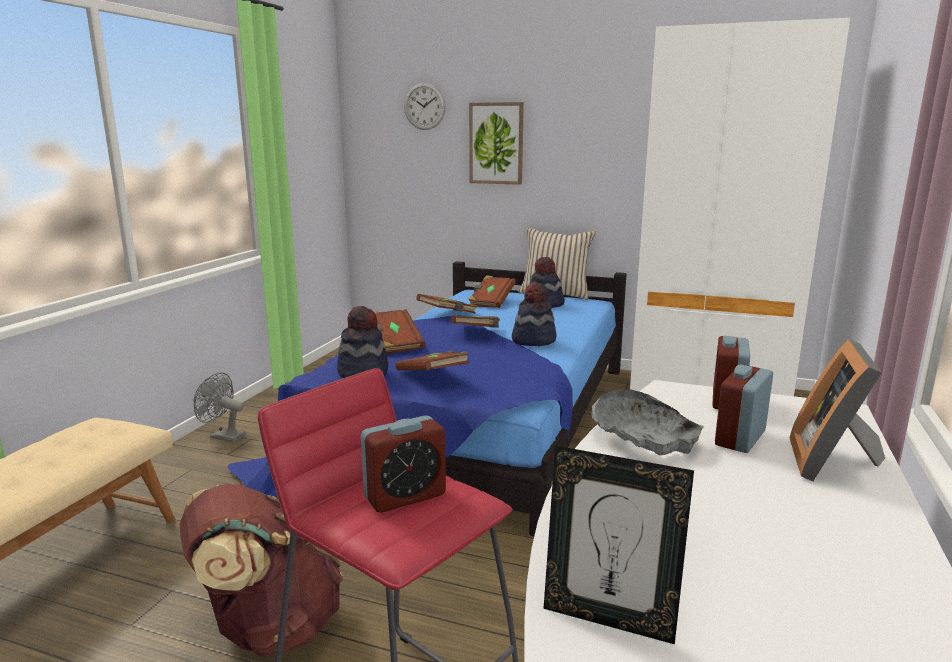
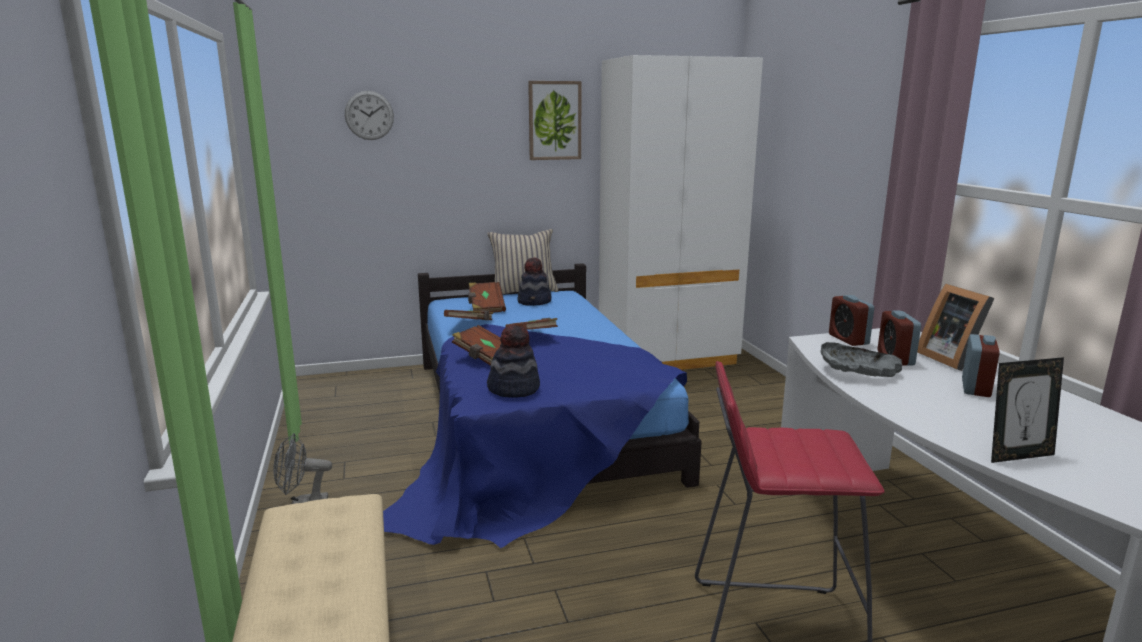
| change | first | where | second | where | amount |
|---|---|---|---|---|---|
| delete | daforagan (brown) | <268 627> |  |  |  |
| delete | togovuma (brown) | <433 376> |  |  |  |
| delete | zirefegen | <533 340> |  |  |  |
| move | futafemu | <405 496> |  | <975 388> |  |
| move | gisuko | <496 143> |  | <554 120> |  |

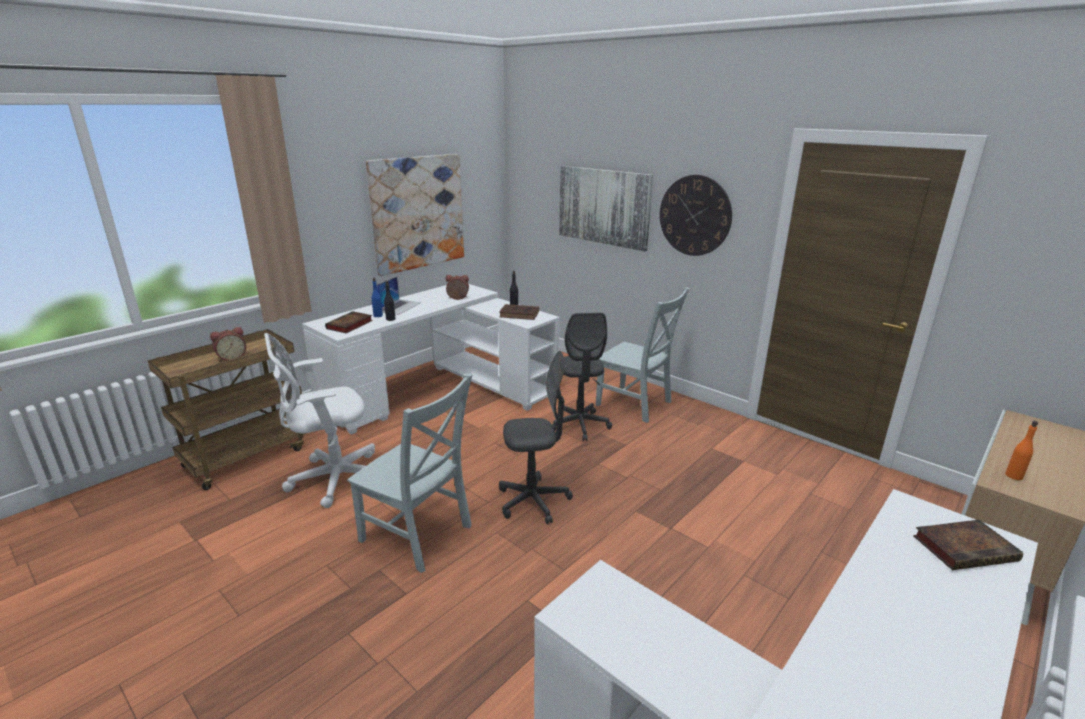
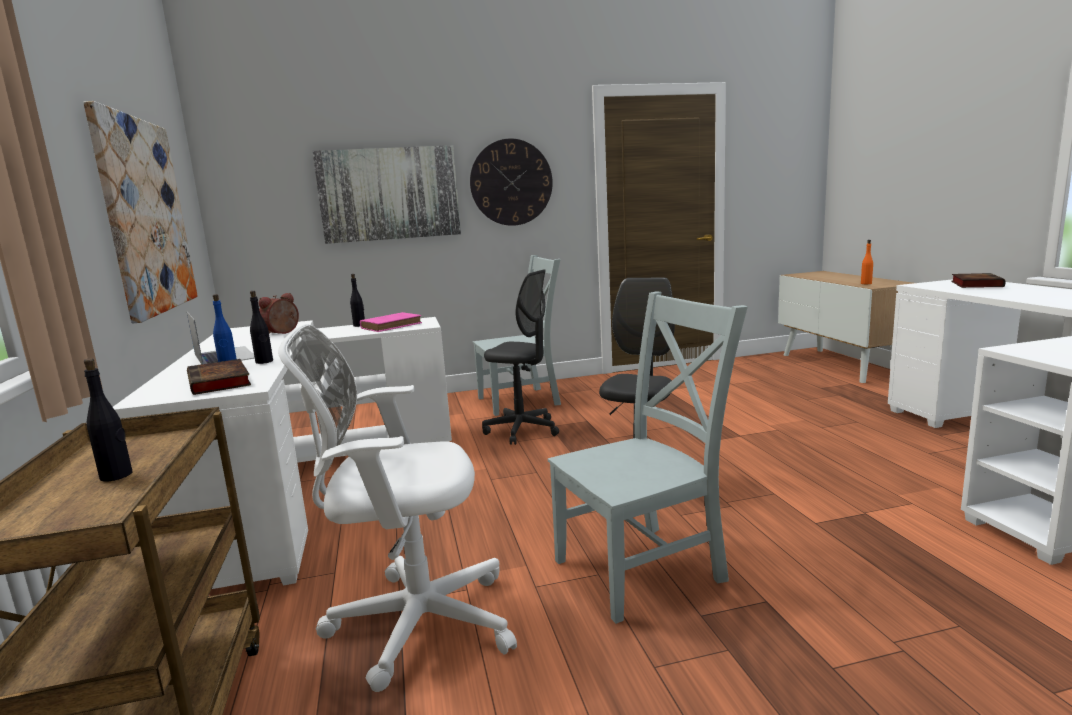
| change | first | where | second | where | amount |
|---|---|---|---|---|---|
| replace | futafemu | <231 358> | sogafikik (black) | <116 476> |  |
| recolor | togovuma (brown) | <520 314> | togovuma (pink) | <392 325> |  |
| rotate | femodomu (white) | <333 479> |  | <413 623> | 75 degrees clockwise |

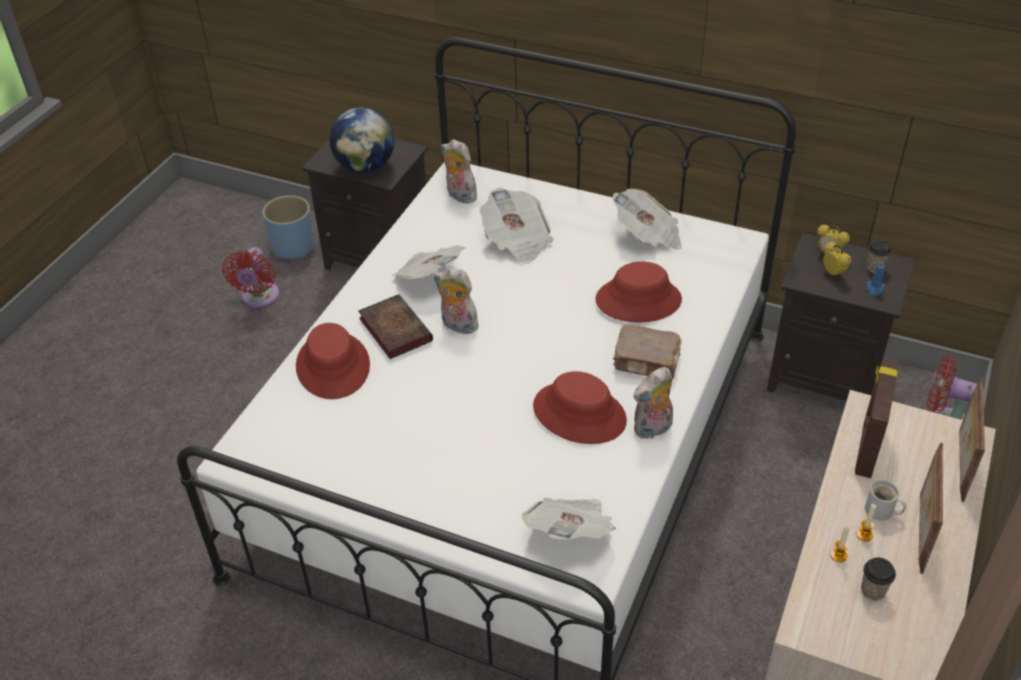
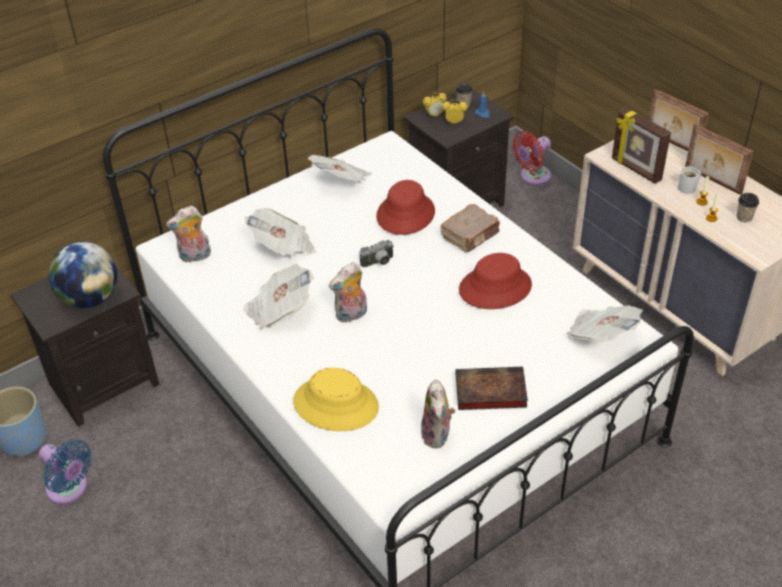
| change | first | where | second | where | amount |
|---|---|---|---|---|---|
| insert |  |  | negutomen | <378 263> |  |
| move | togovuma | <394 329> |  | <488 392> |  |
| move | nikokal | <653 429> |  | <438 435> |  |
| recolor | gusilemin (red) | <259 298> | gusilemin (blue) | <70 489> |  |
| recolor | zirefegen (red) | <333 366> | zirefegen (yellow) | <336 404> |  |

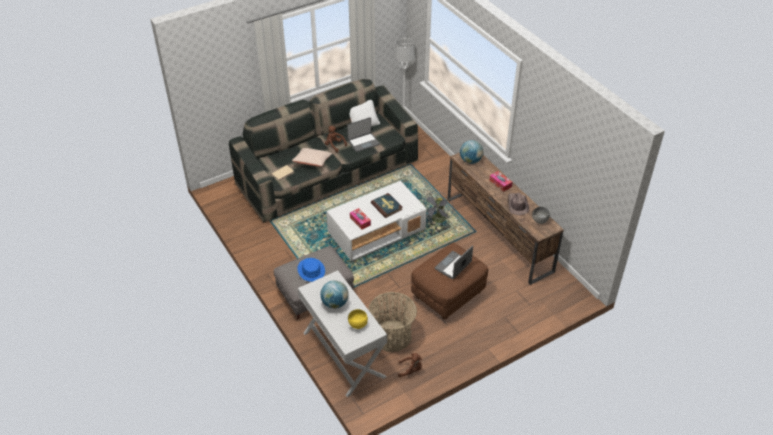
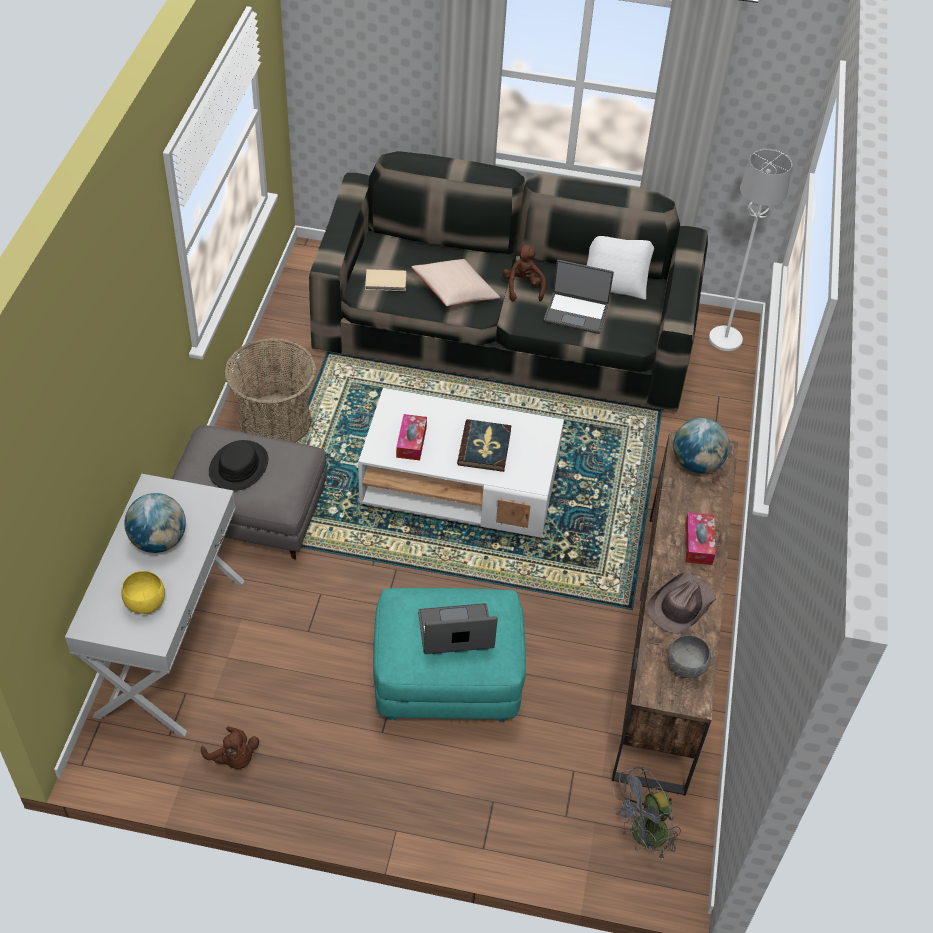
| change | first | where | second | where | amount |
|---|---|---|---|---|---|
| move | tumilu | <392 336> |  | <275 422> |  |
| move | gusilemin (grey) | <438 220> |  | <642 836> |  |
| recolor | zirefegen (blue) | <311 270> | zirefegen (black) | <239 466> |  |
| recolor | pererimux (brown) | <448 295> | pererimux (turquoise) | <446 681> |  |

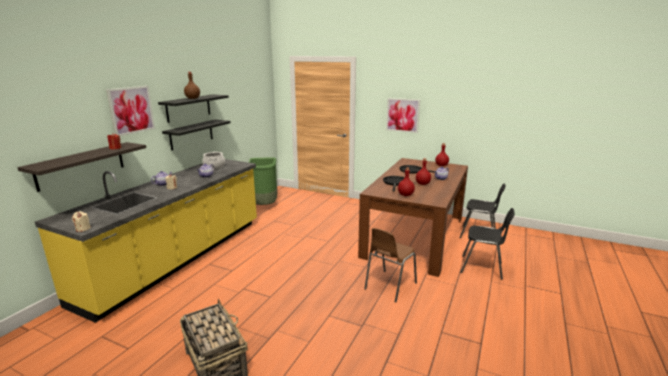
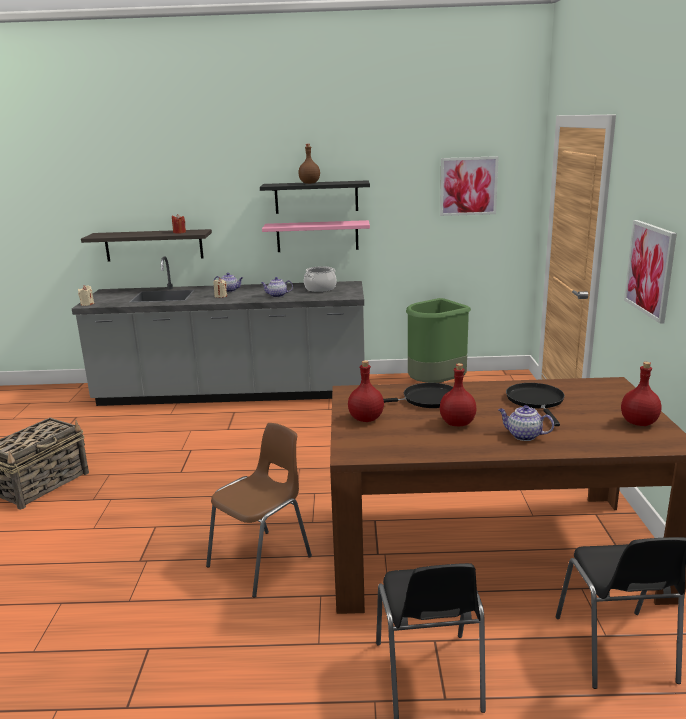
| change | first | where | second | where | amount |
|---|---|---|---|---|---|
| move | gisuko | <131 110> |  | <468 186> |  |
| recolor | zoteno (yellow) | <179 259> | zoteno (grey) | <233 393> |  |
| recolor | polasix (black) | <191 134> | polasix (pink) | <317 236> |  |
| rotate | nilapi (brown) | <389 286> |  | <262 561> | 120 degrees clockwise |

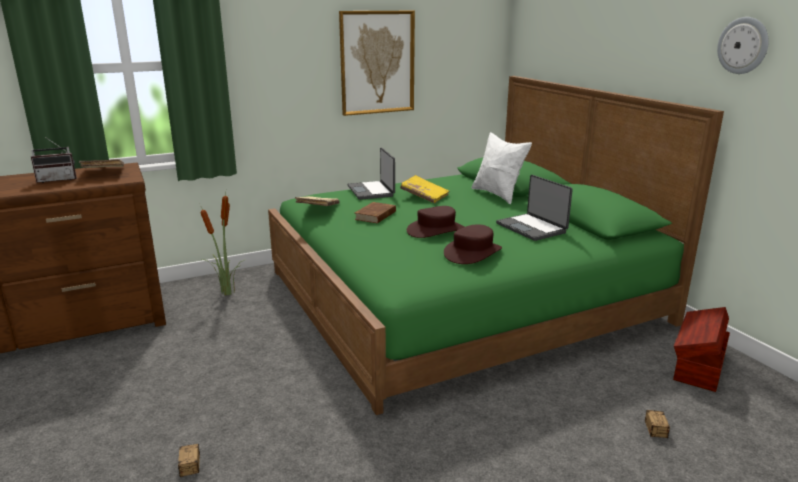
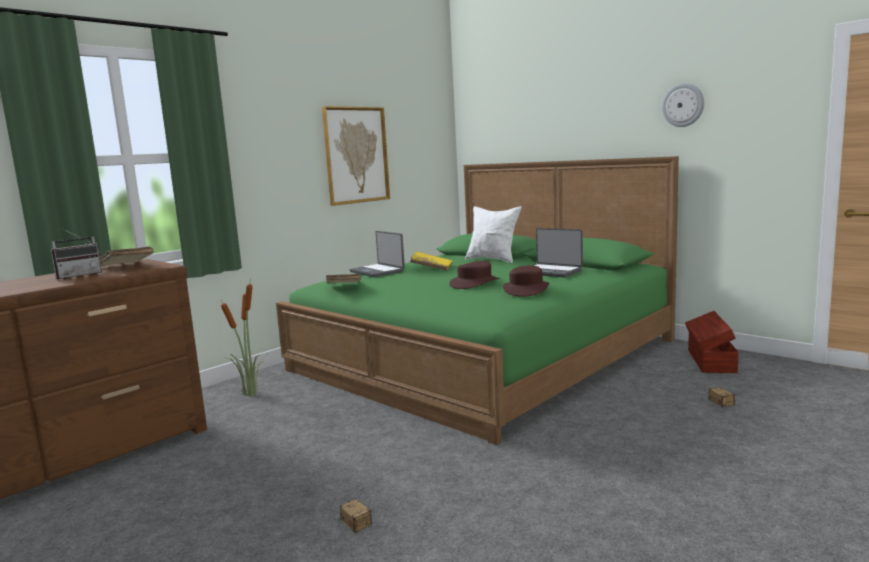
| change | first | where | second | where | amount |
|---|---|---|---|---|---|
| delete | togovuma (brown) | <375 215> |  |  |  |

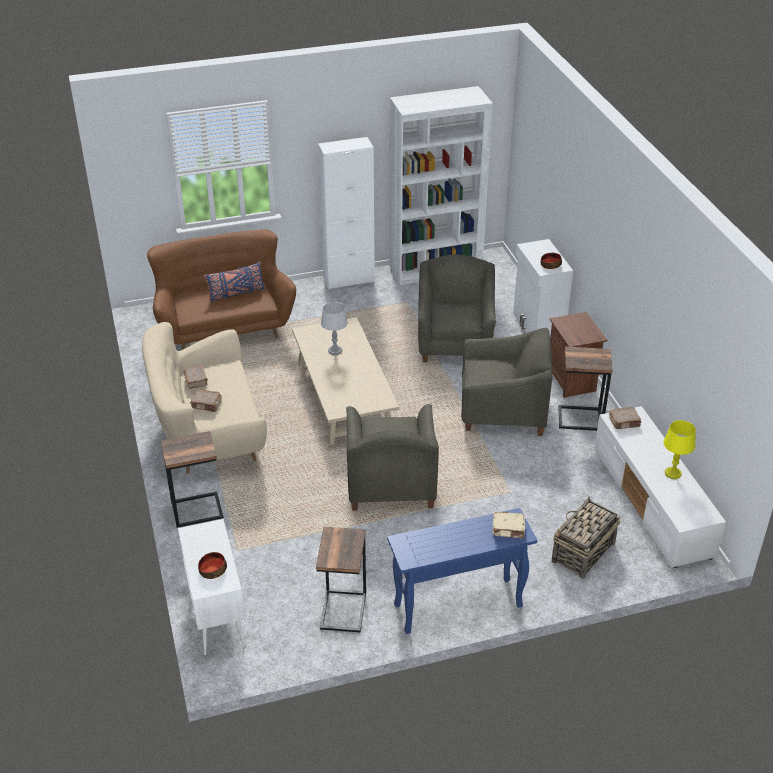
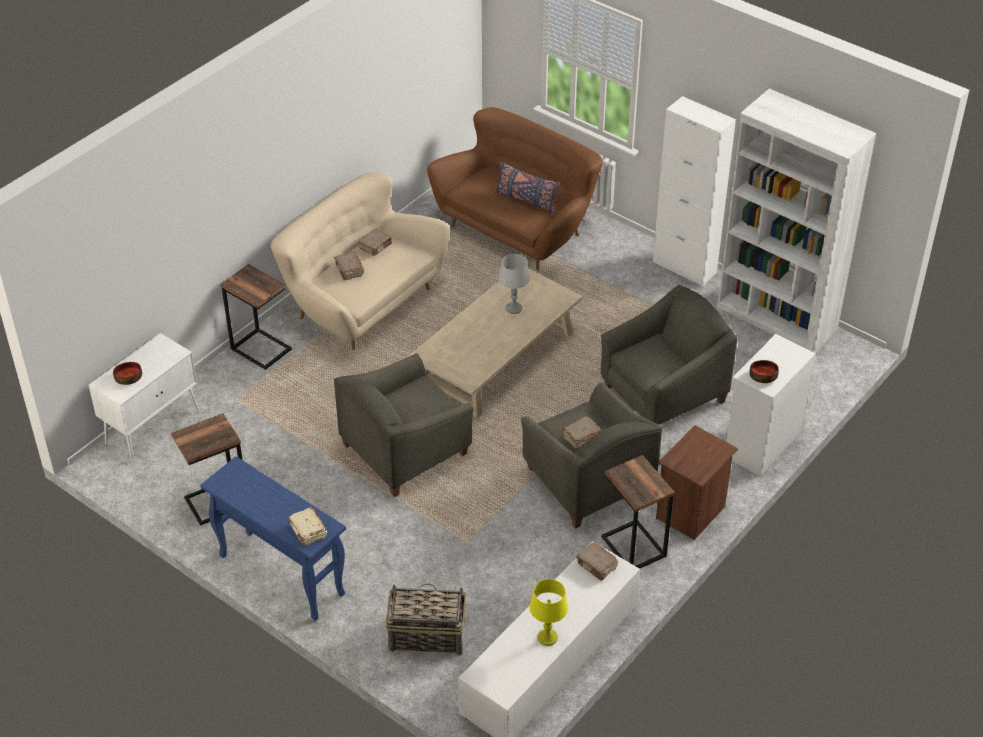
| change | first | where | second | where | amount |
|---|---|---|---|---|---|
| insert |  |  | togovuma (brown) | <580 437> |  |

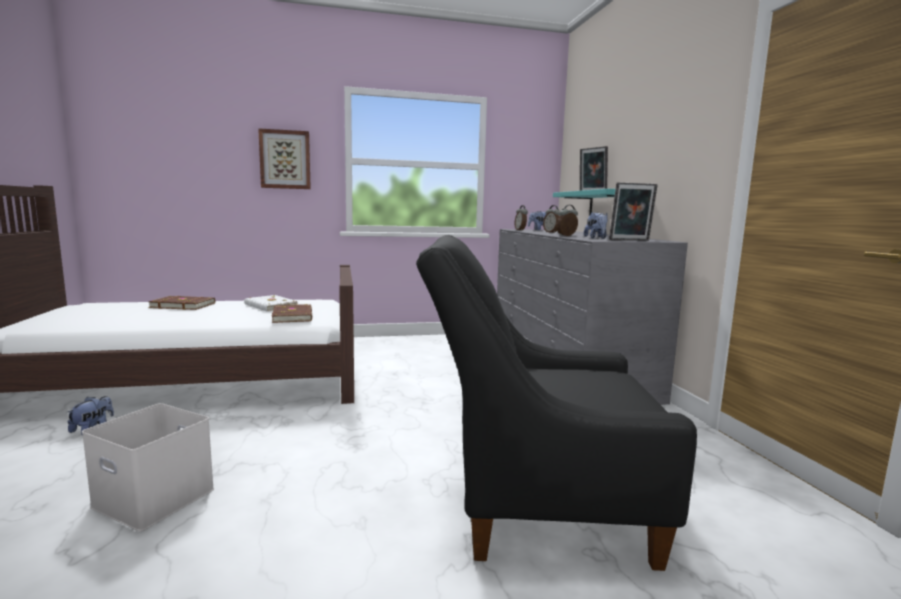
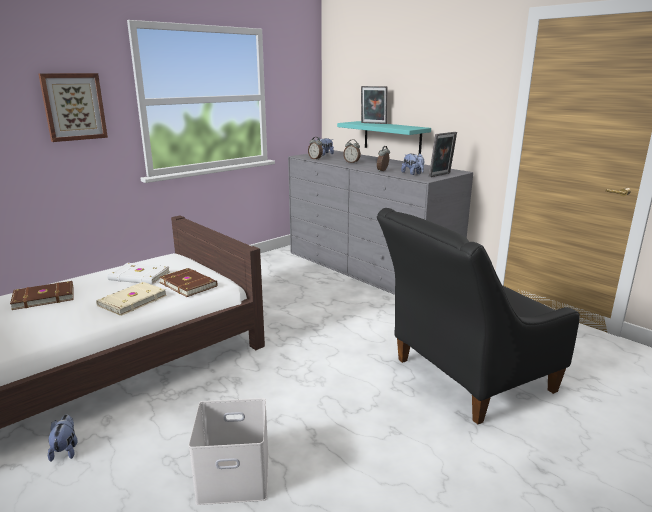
| change | first | where | second | where | amount |
|---|---|---|---|---|---|
| insert |  |  | togovuma (beige) | <131 301> |  |

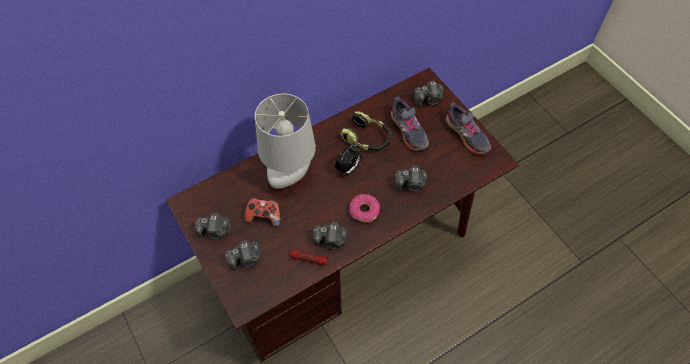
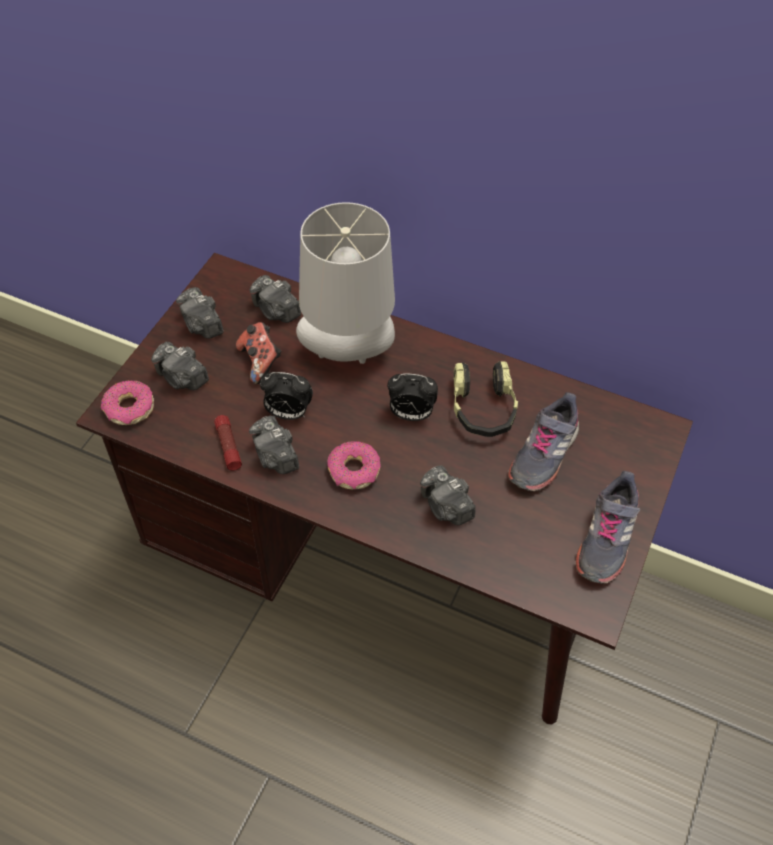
| change | first | where | second | where | amount |
|---|---|---|---|---|---|
| insert |  |  | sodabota | <129 408> |  |
| insert |  |  | futafemu | <288 413> |  |
| move | negutomen | <429 100> |  | <276 311> |  |

